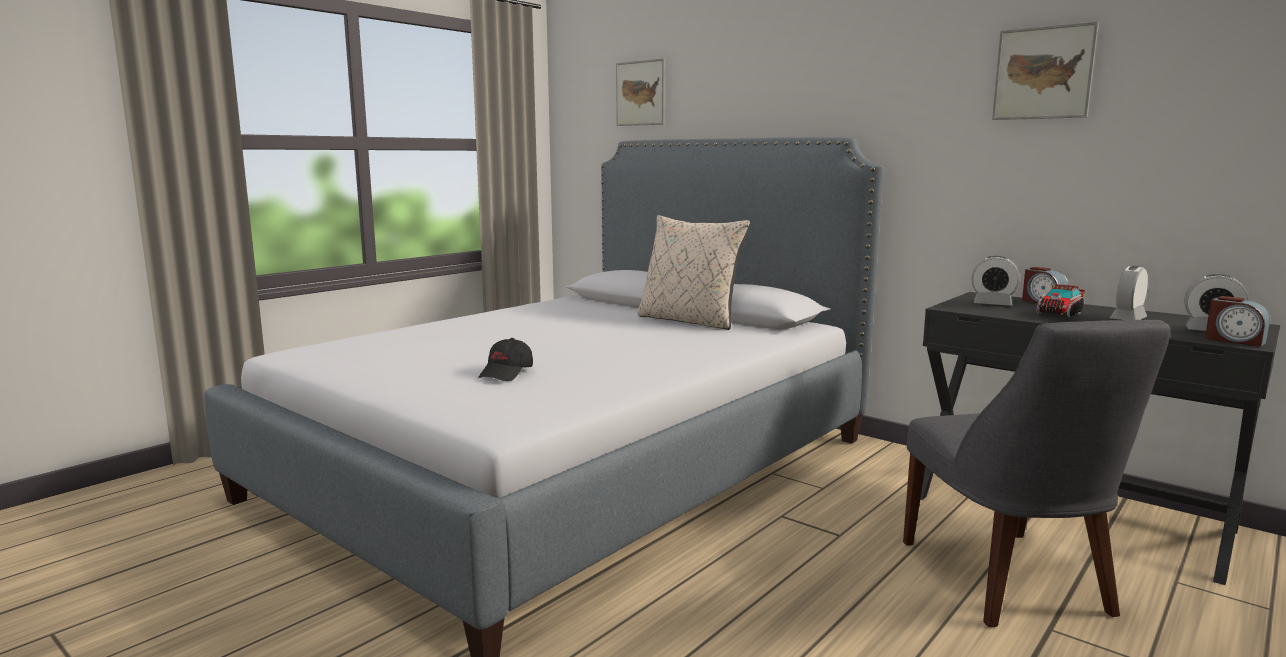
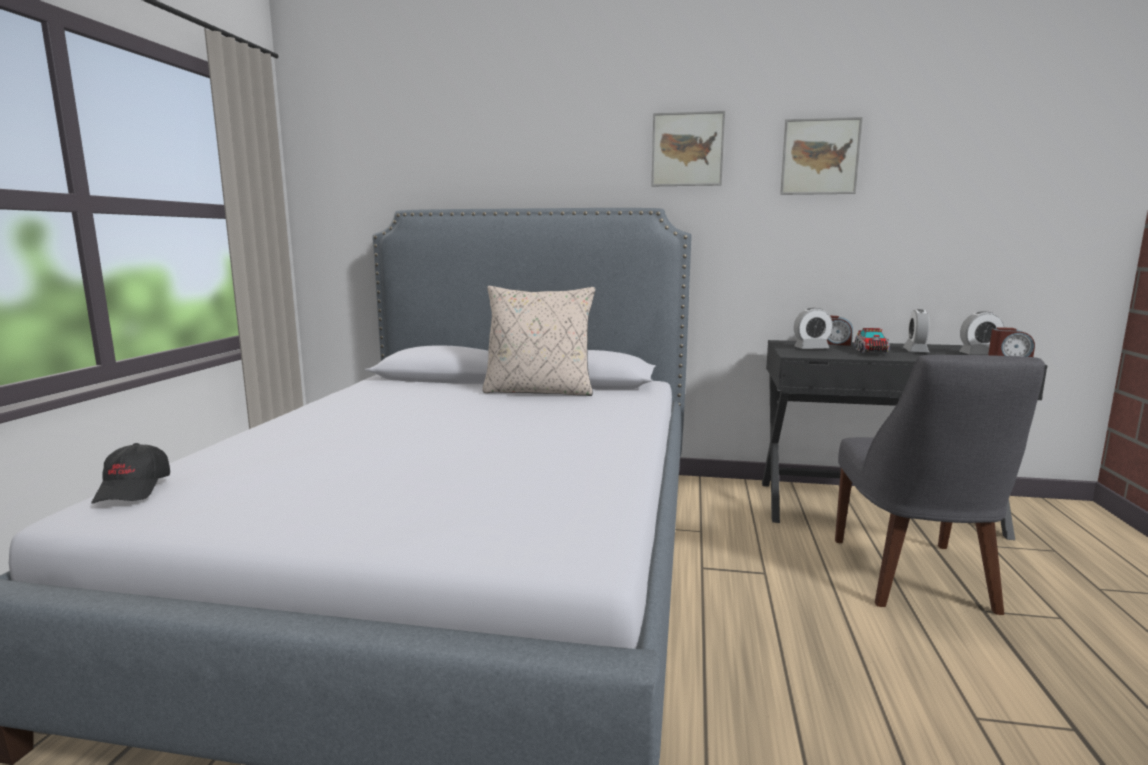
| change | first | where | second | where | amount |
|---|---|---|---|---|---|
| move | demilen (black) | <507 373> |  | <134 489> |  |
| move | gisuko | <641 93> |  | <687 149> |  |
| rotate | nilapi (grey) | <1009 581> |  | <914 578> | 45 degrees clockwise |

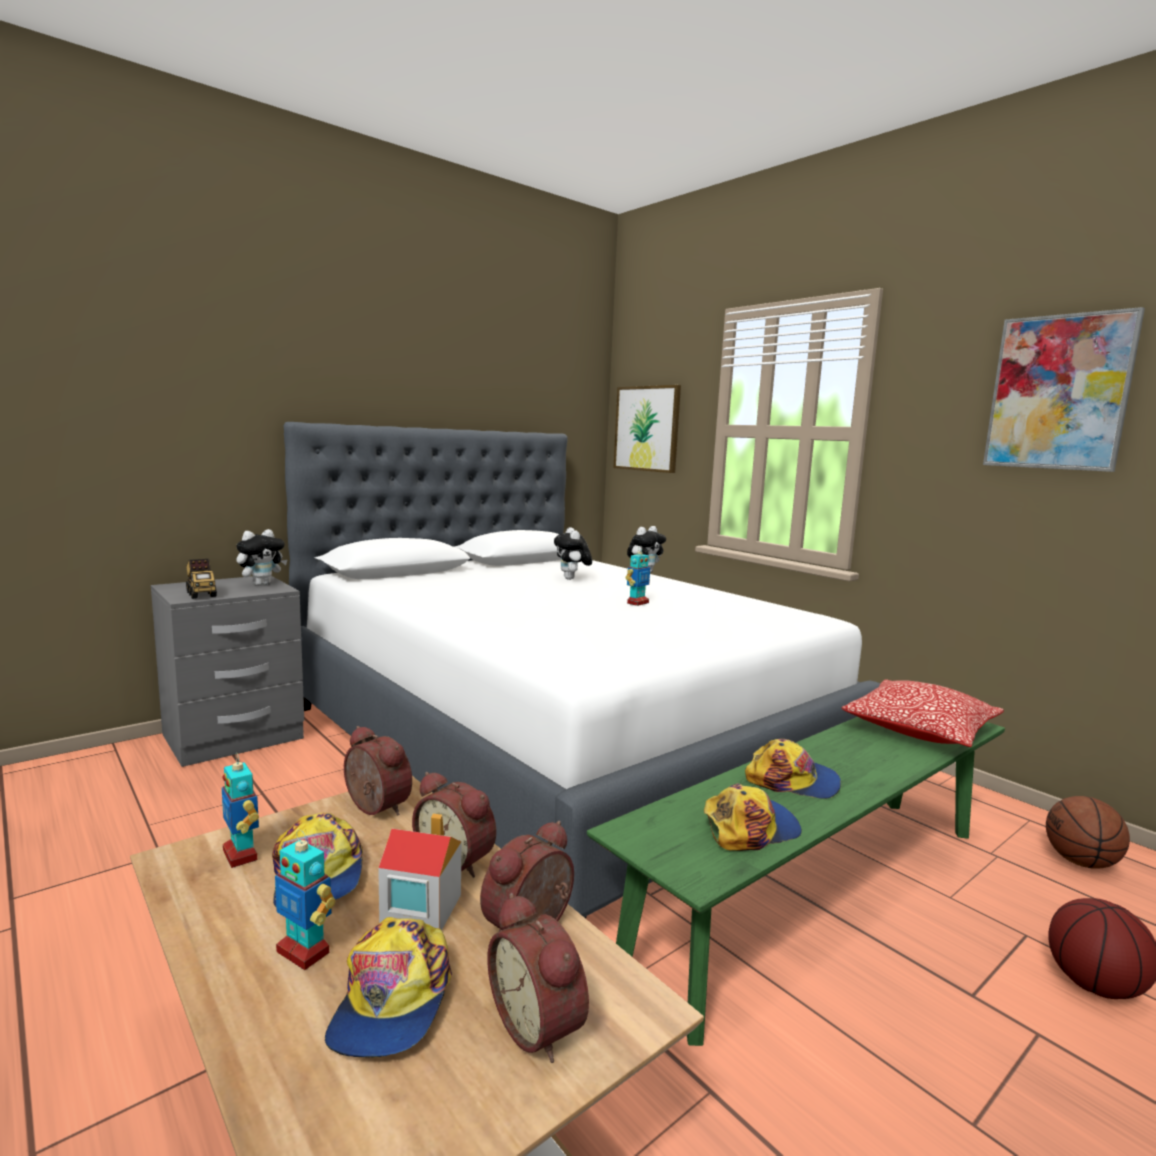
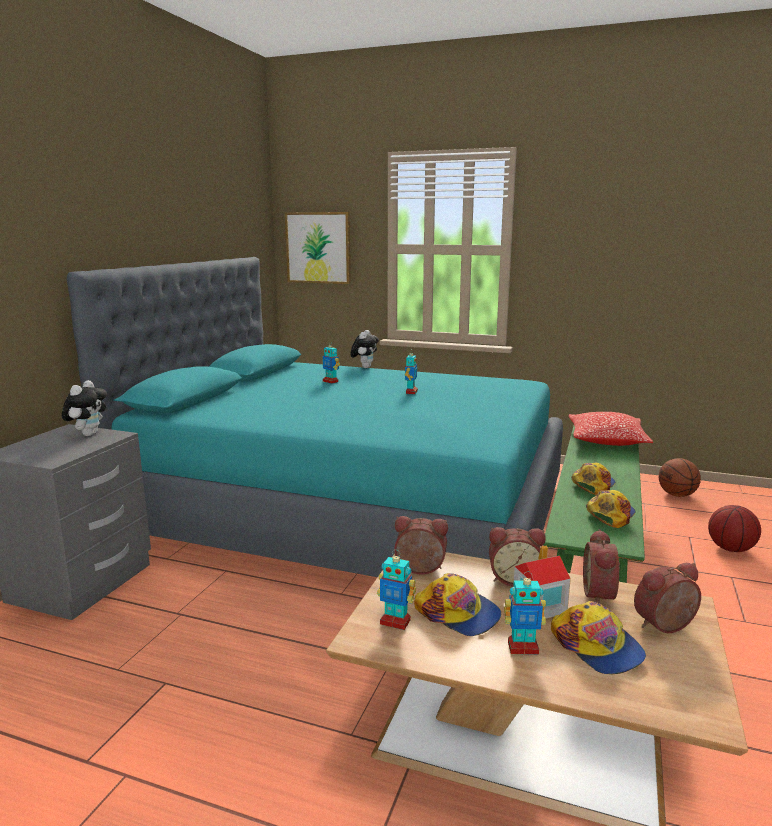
| change | first | where | second | where | amount |
|---|---|---|---|---|---|
| delete | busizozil | <201 594> |  |  |  |
| delete | gisuko | <1058 393> |  |  |  |
| replace | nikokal | <572 579> | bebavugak | <330 381> |  |
| recolor | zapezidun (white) | <557 744> | zapezidun (turquoise) | <351 511> |  |
| rotate | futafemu | <540 1024> |  | <666 627> | 135 degrees clockwise |
| rotate | demilen | <793 781> |  | <593 484> | 45 degrees counterclockwise |

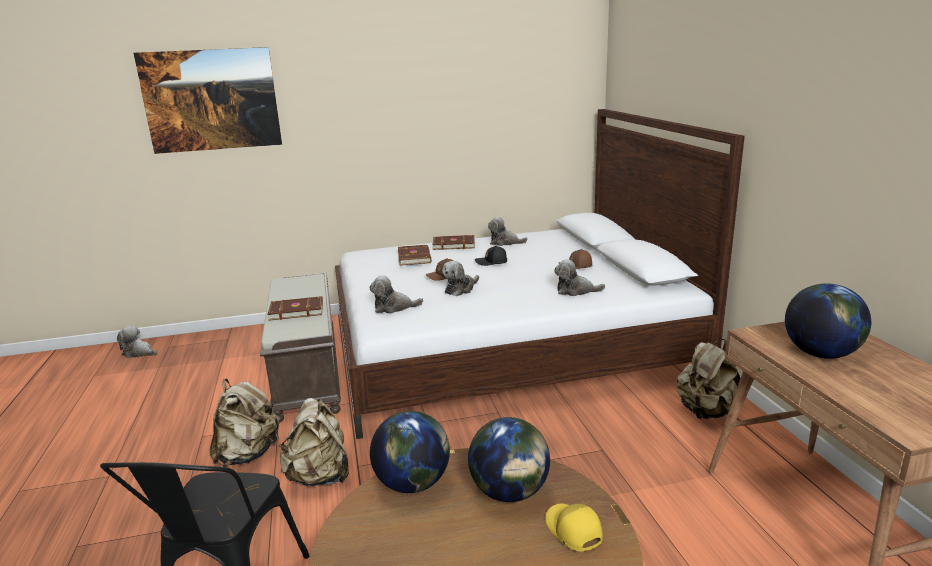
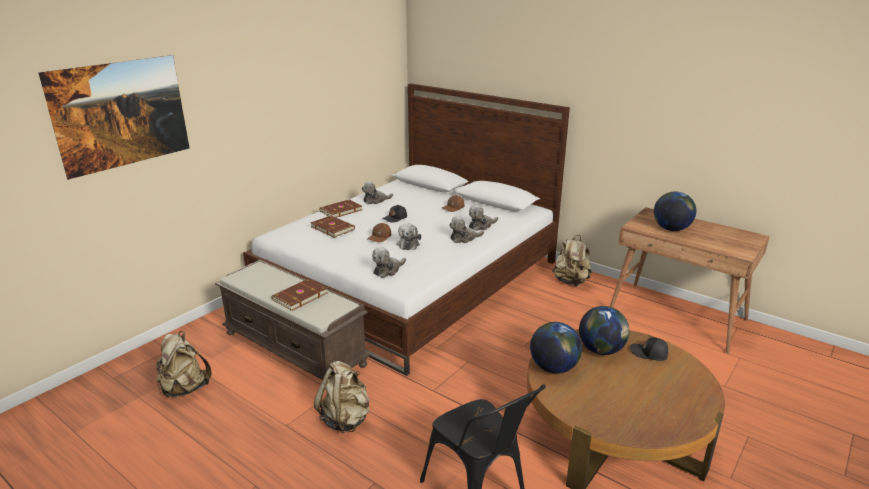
| change | first | where | second | where | amount |
|---|---|---|---|---|---|
| move | nikokal | <138 353> |  | <464 238> |  |
| move | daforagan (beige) | <319 476> |  | <184 388> |  |
| recolor | demilen (yellow) | <572 531> | demilen (black) | <649 353> |  |

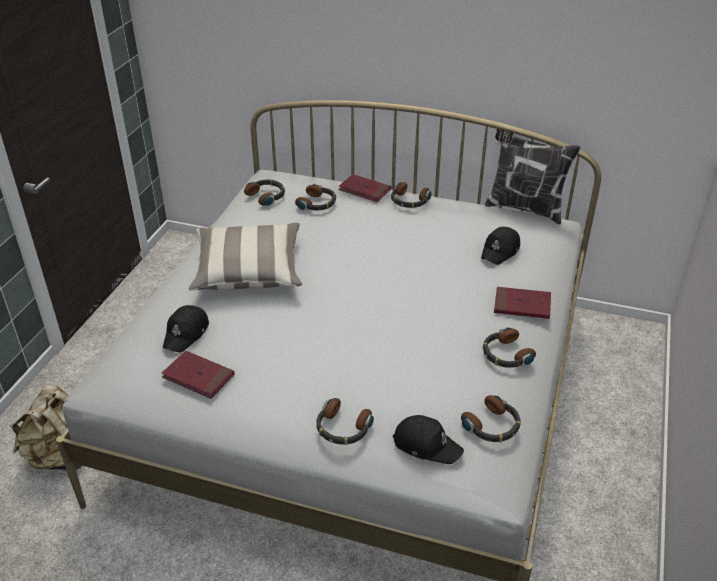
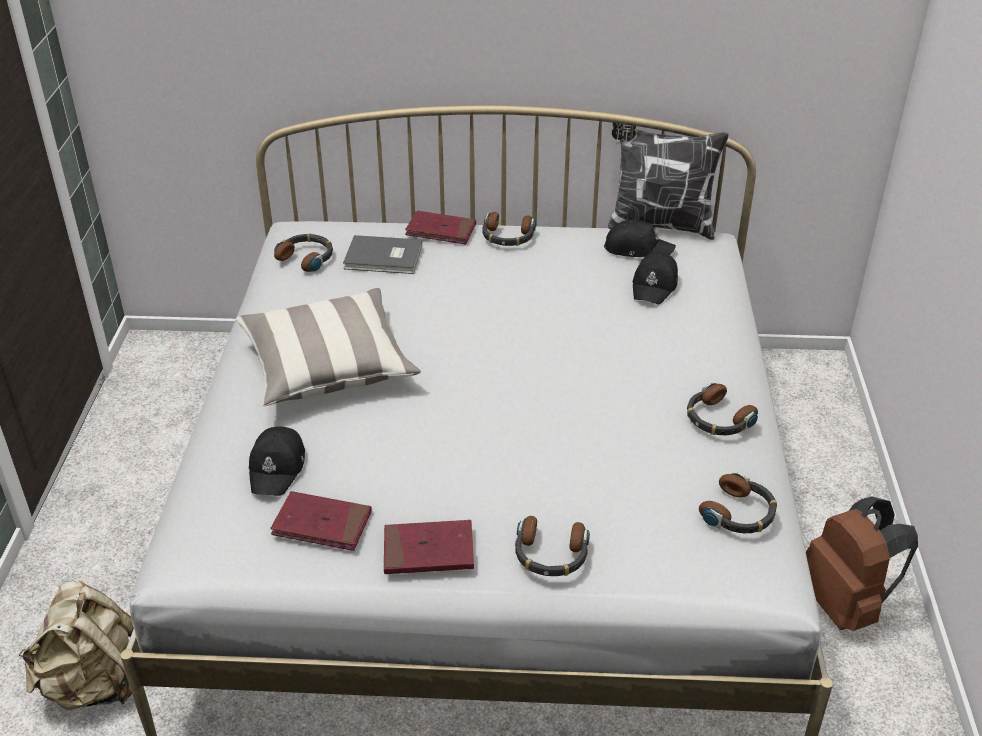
| change | first | where | second | where | amount |
|---|---|---|---|---|---|
| insert |  |  | daforagan (brown) | <845 604> |  |
| move | demilen (black) | <426 445> |  | <637 248> |  |
| move | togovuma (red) | <522 305> |  | <428 551> |  |
| replace | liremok | <317 203> | togovuma (grey) | <384 258> |  |

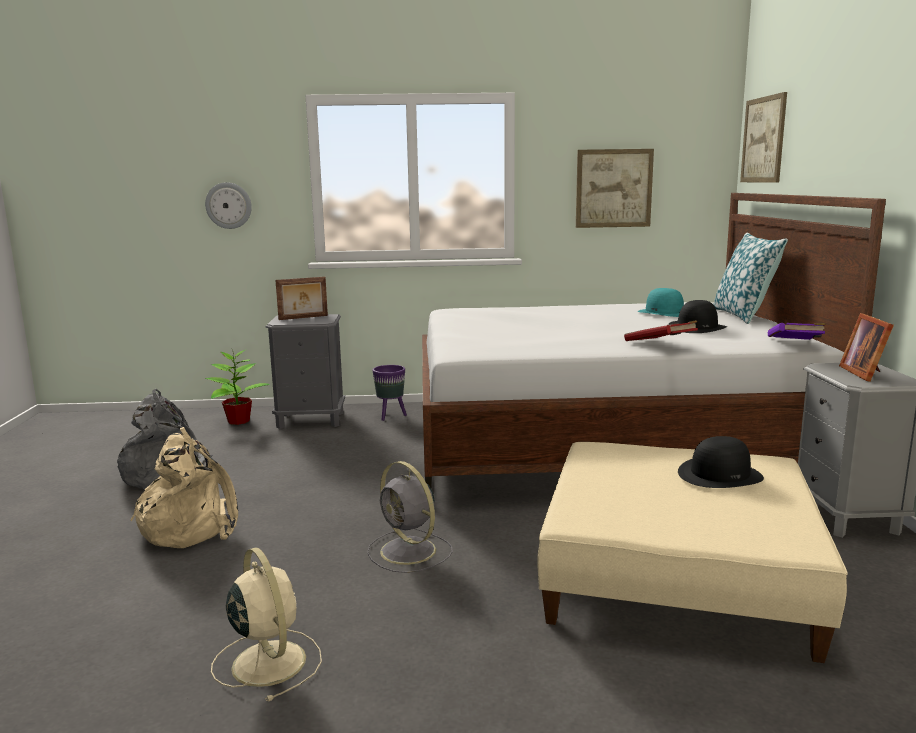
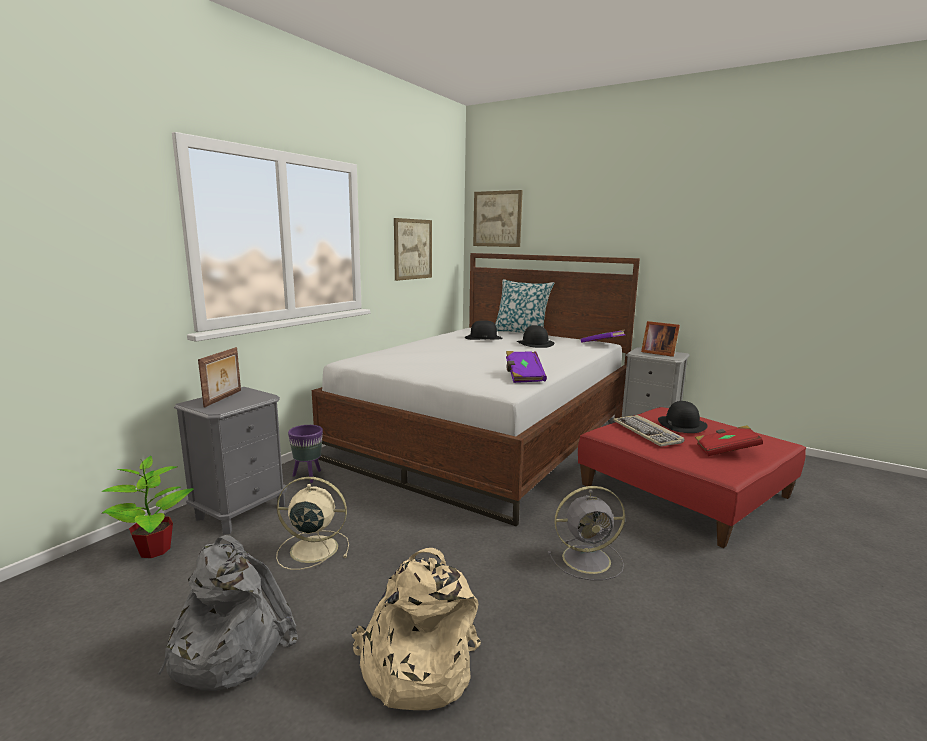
| change | first | where | second | where | amount |
|---|---|---|---|---|---|
| delete | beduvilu | <228 205> |  |  |  |
| insert |  |  | togovuma (purple) | <523 376> |  |
| insert |  |  | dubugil | <647 433> |  |
| move | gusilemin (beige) | <268 661> |  | <312 549> |  |
| move | togovuma (red) | <660 345> |  | <725 451> |  |
| recolor | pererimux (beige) | <678 575> | pererimux (red) | <685 490> |  |
| recolor | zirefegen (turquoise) | <664 312> | zirefegen (black) | <483 337> |  |

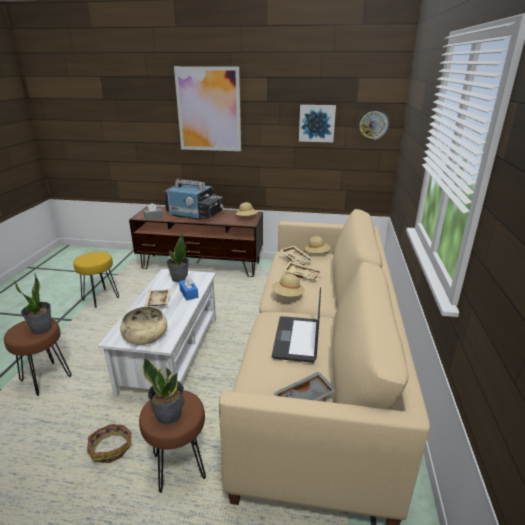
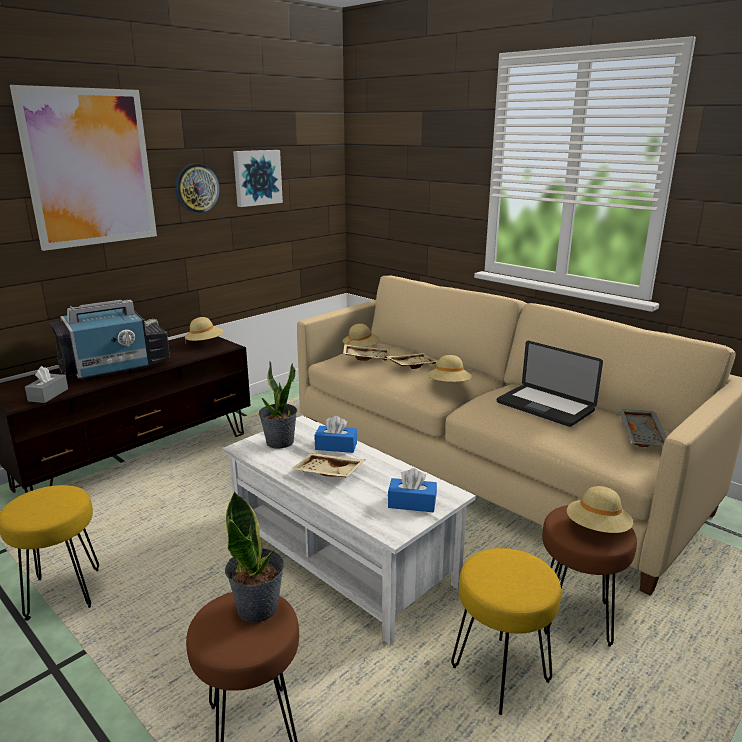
| change | first | where | second | where | amount |
|---|---|---|---|---|---|
| move | beduvilu | <372 124> |  | <197 188> |  |
| replace | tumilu | <111 448> | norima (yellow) | <501 675> |  |
| replace | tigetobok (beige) | <145 335> | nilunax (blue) | <412 503> |  |
| replace | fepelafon | <169 414> | zirefegen (beige) | <597 529> |  |

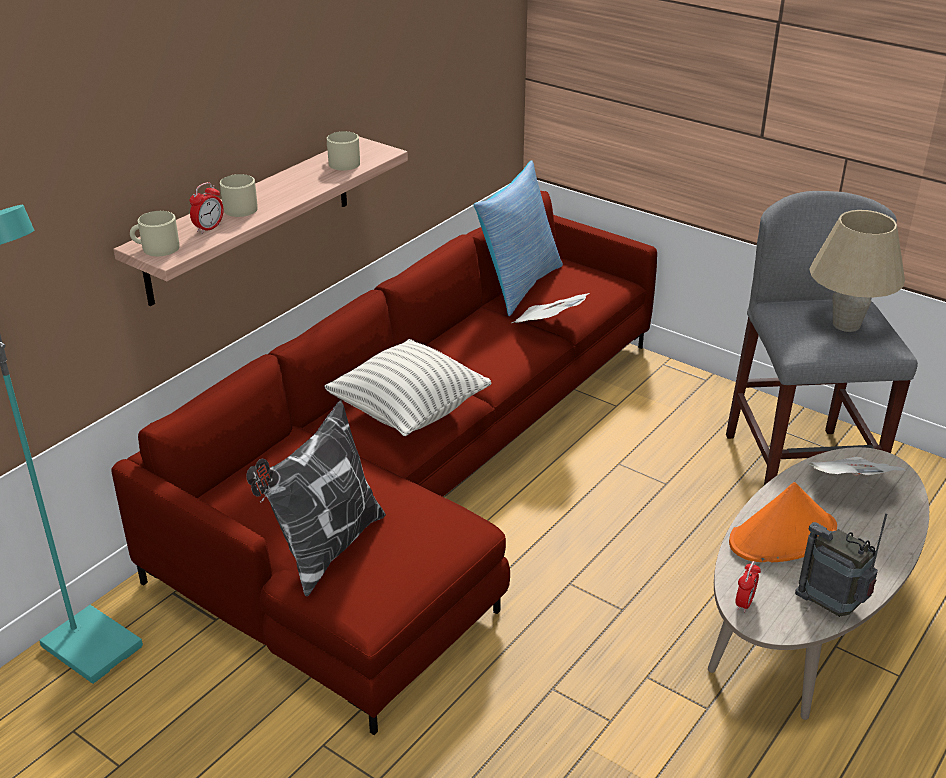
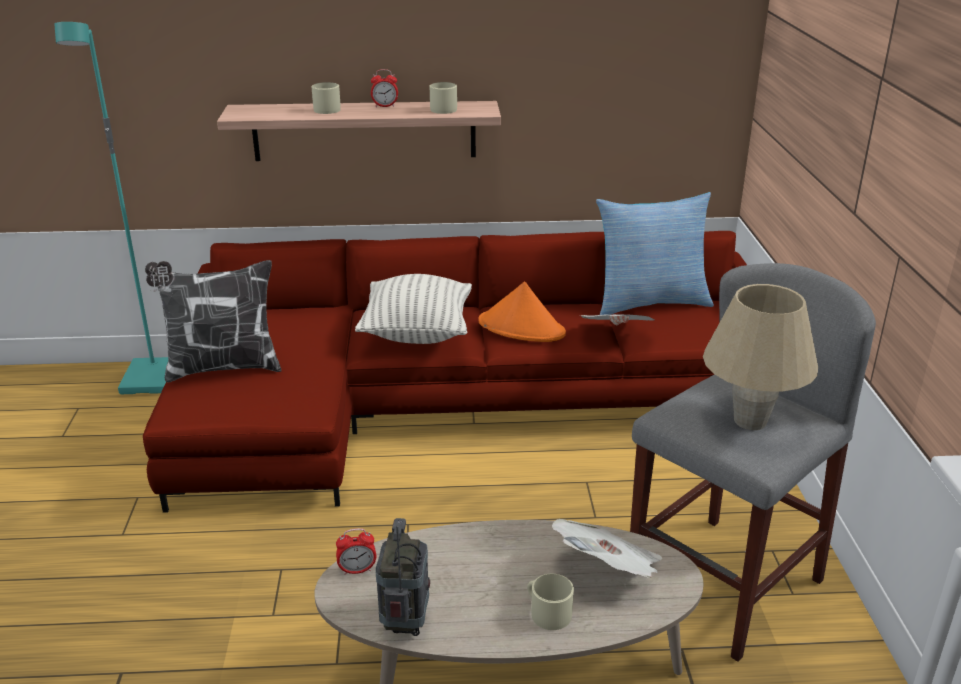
| change | first | where | second | where | amount |
|---|---|---|---|---|---|
| move | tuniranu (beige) | <156 248> |  | <547 612> |  |
| move | futafemu | <209 228> |  | <385 106> |  |
| move | zirefegen (orange) | <783 536> |  | <522 328> |  |

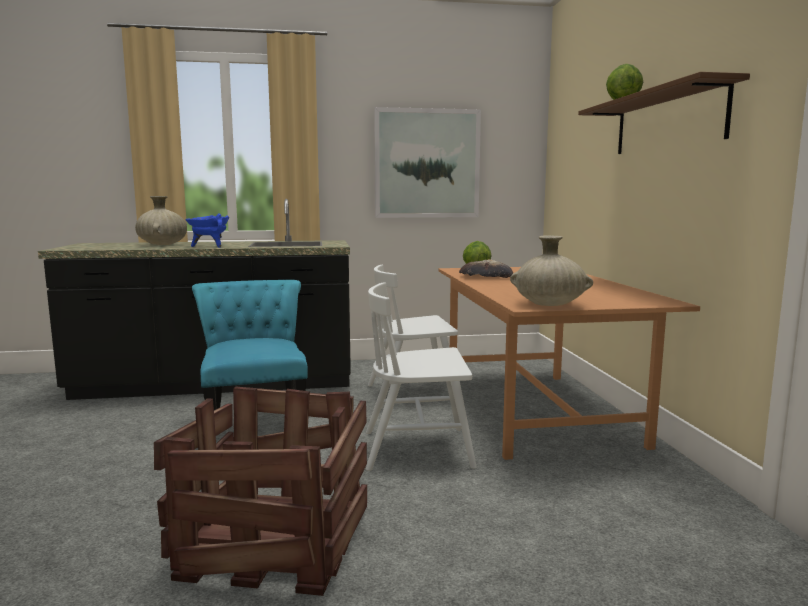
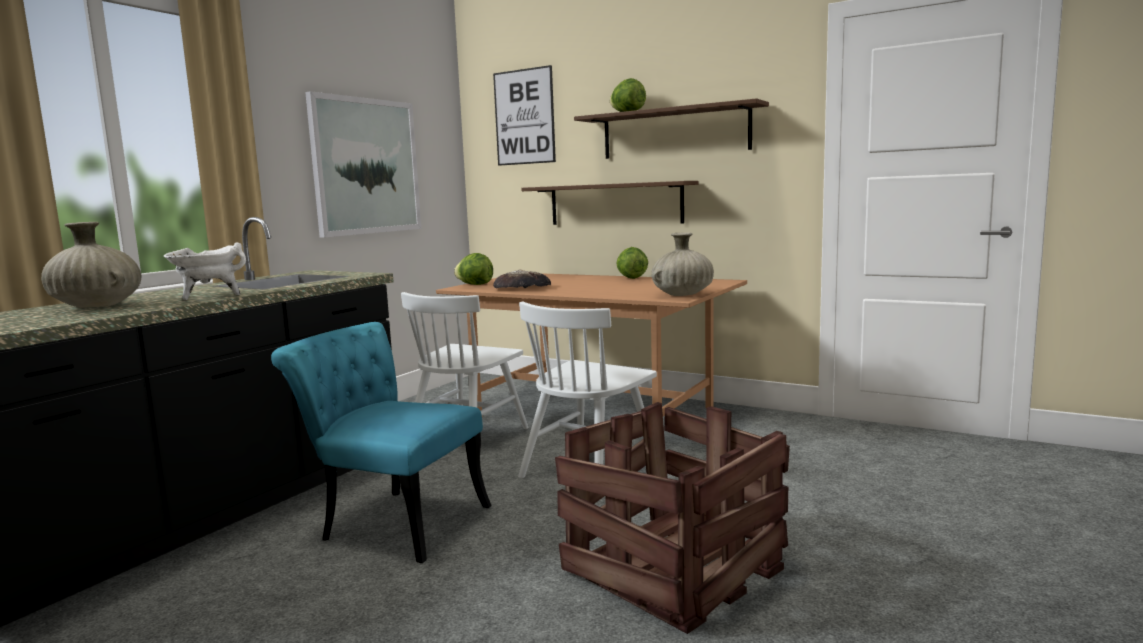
| change | first | where | second | where | amount |
|---|---|---|---|---|---|
| insert |  |  | gisuko | <524 117> |  |
| insert |  |  | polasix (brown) | <615 204> |  |
| insert |  |  | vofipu | <631 278> |  |
| recolor | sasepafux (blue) | <209 246> | sasepafux (white) | <209 296> |  |

